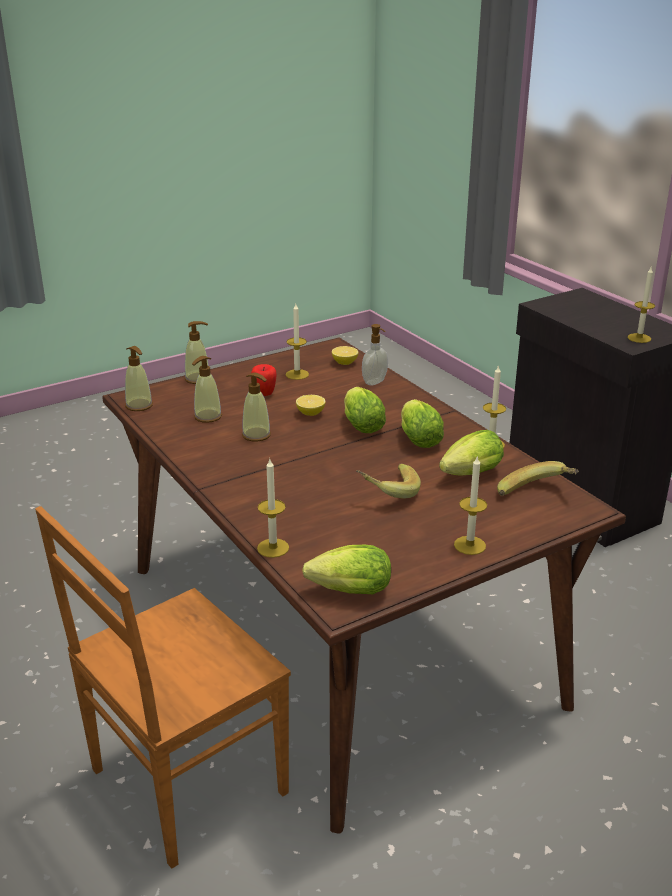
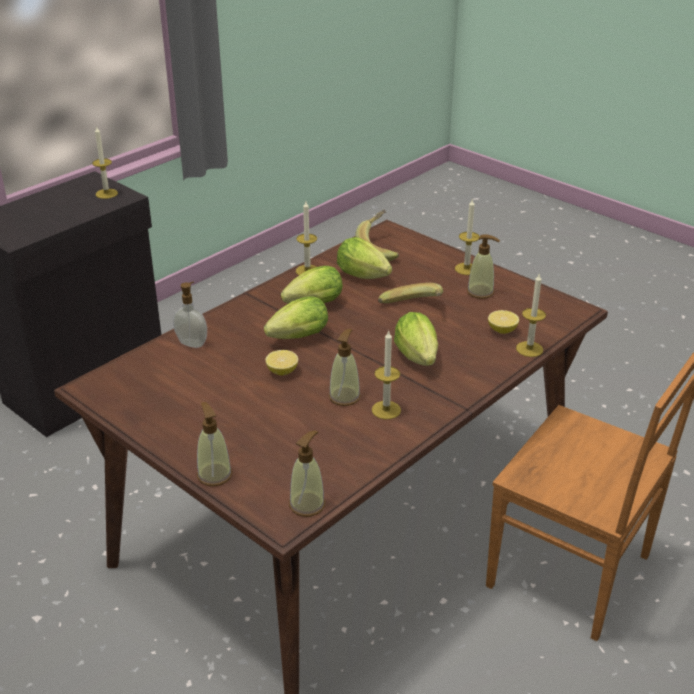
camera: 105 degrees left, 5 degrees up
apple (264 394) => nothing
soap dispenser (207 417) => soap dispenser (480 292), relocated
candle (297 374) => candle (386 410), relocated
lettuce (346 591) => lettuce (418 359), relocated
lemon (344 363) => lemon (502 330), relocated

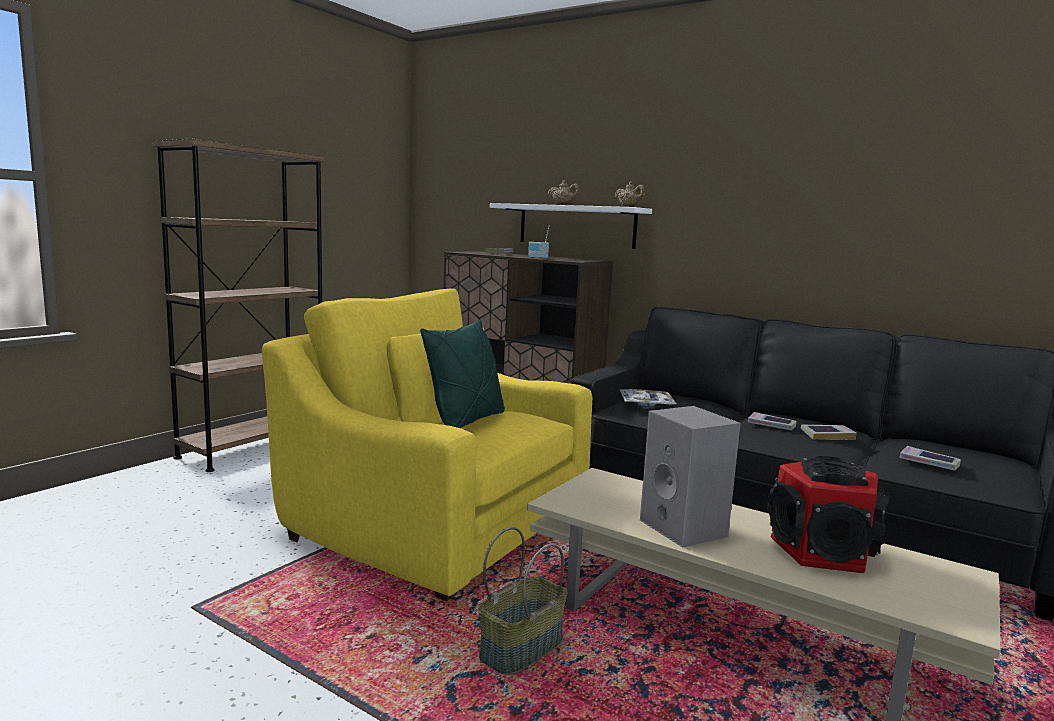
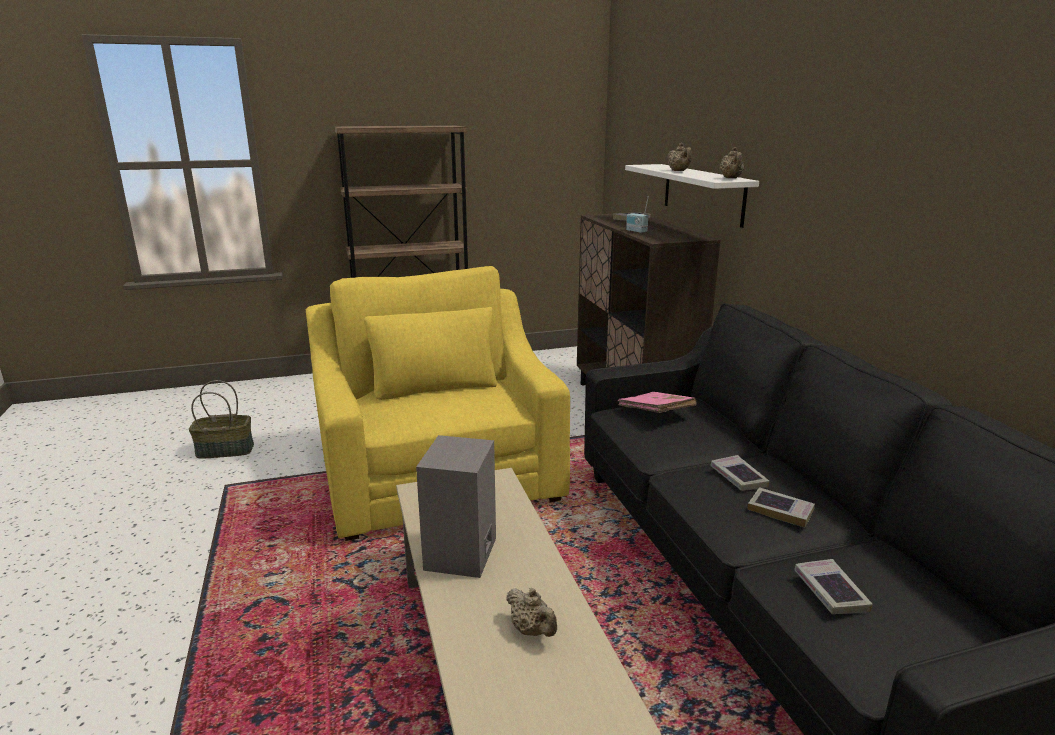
camera: 40 degrees right, 10 degrees up
green pillow (466 422) => nothing
basket (521 648) => basket (226 450), relocated
tray (646 403) => pink book (655 413)
speaker (822 551) => beige teapot (532 630)

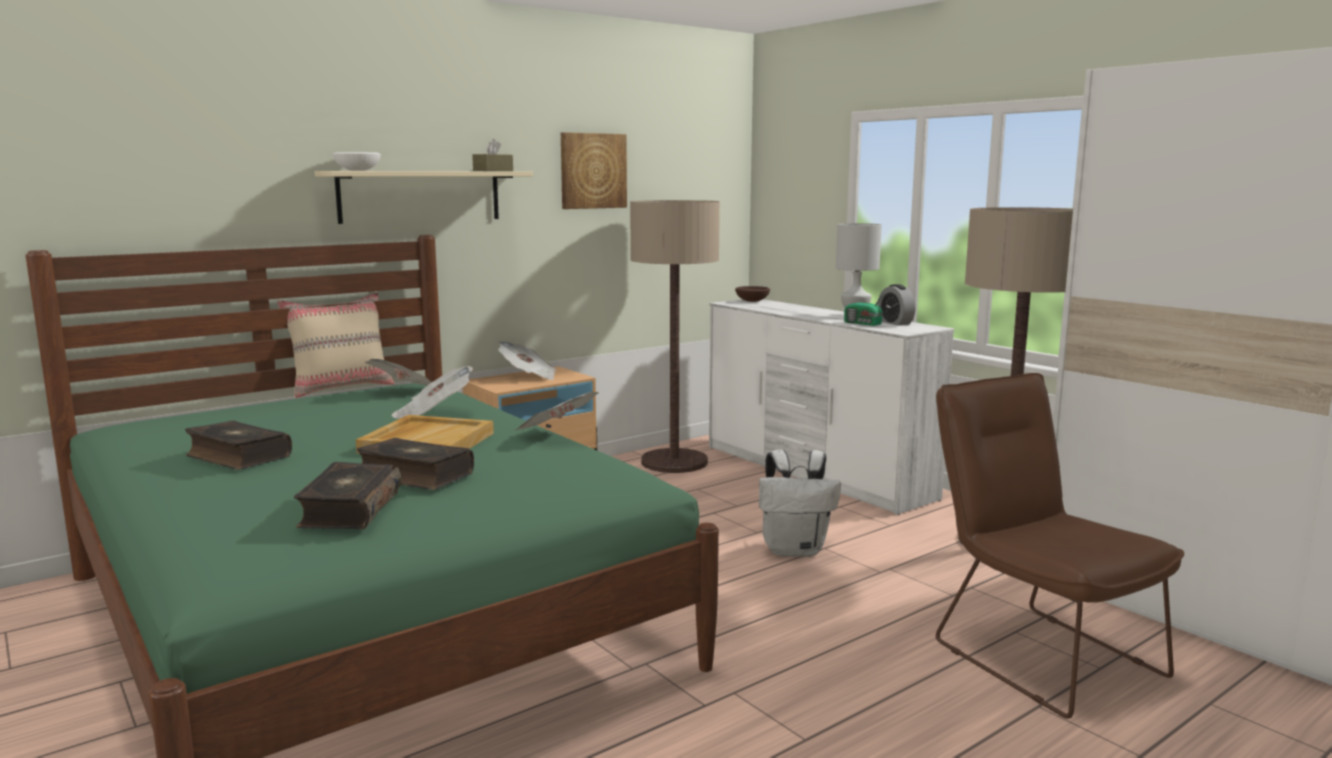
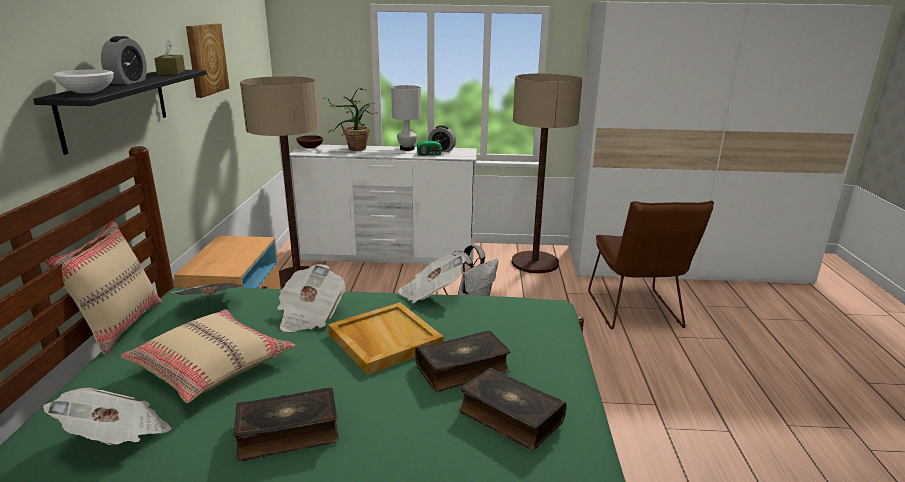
camera: 50 degrees left, 10 degrees up
nothing => alarm clock (128 82)
nothing => beige pillow (212 366)
nothing => potted plant (353 149)
newspaper (529 376) => newspaper (117 437), relocated
beige shelf (420 196) => black shelf (115 107)
brown chair (1035 652) => brown chair (636 313), 105 degrees counterclockwise

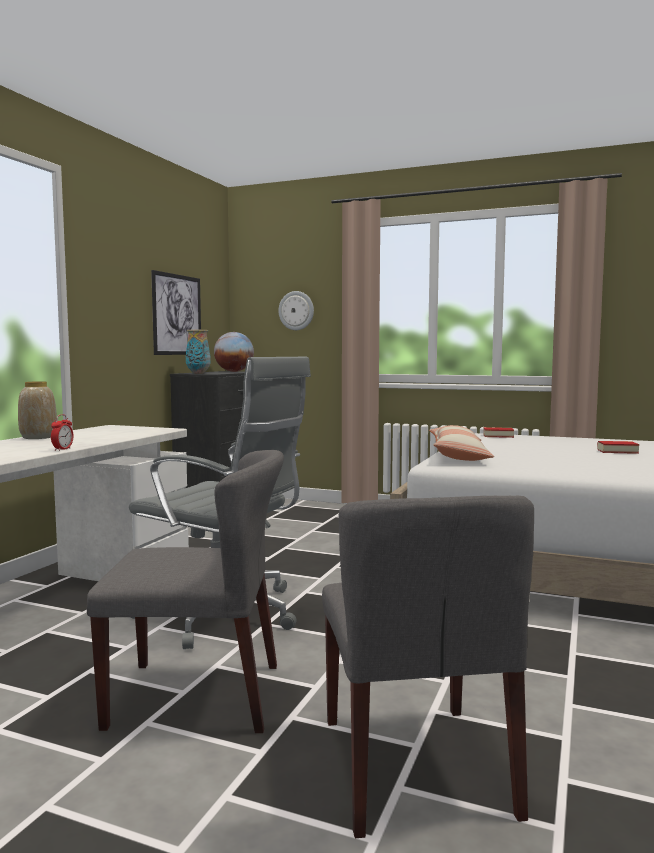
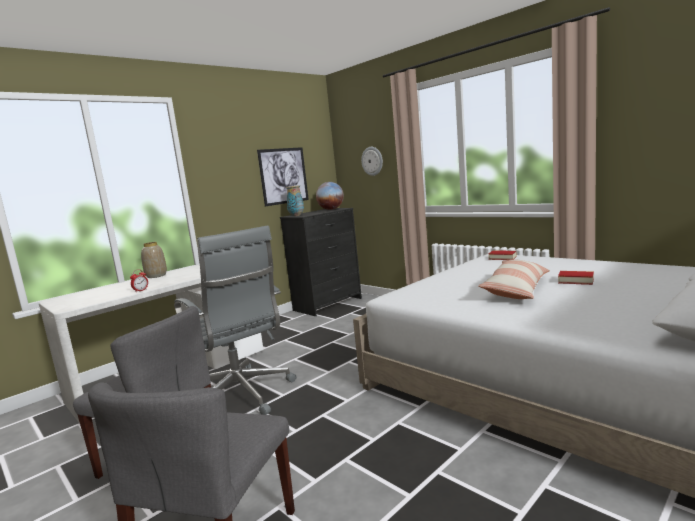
camera: 25 degrees right, 5 degrees up
pillow (458 456) => pillow (516 289), relocated

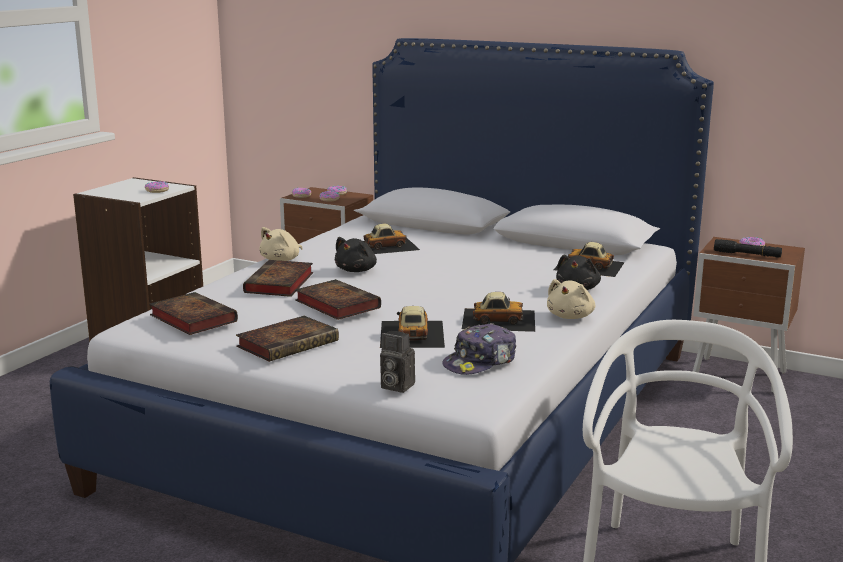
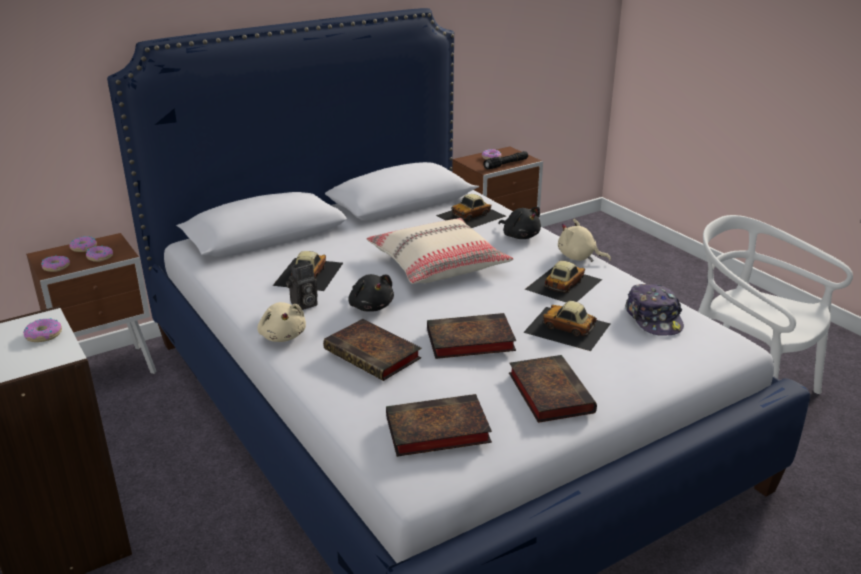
camera: 60 degrees left, 10 degrees up
nothing => beige pillow (438 264)
photo camera (395 386) => photo camera (303 305), relocated
beige plush toy (571 316) => beige plush toy (578 257), 150 degrees clockwise

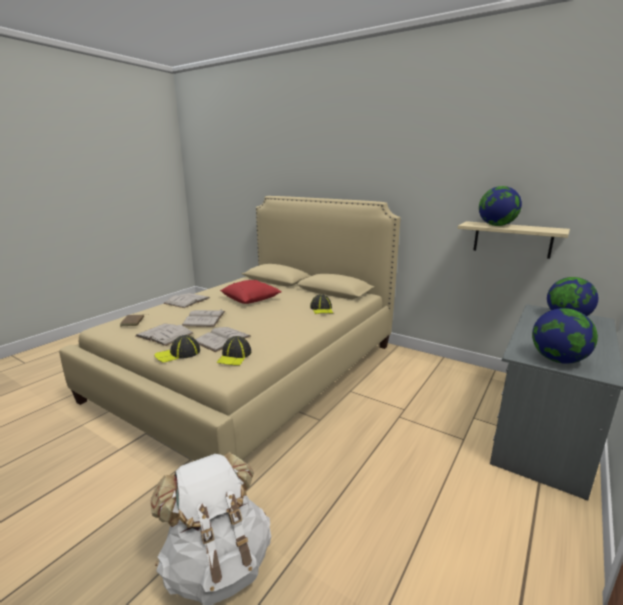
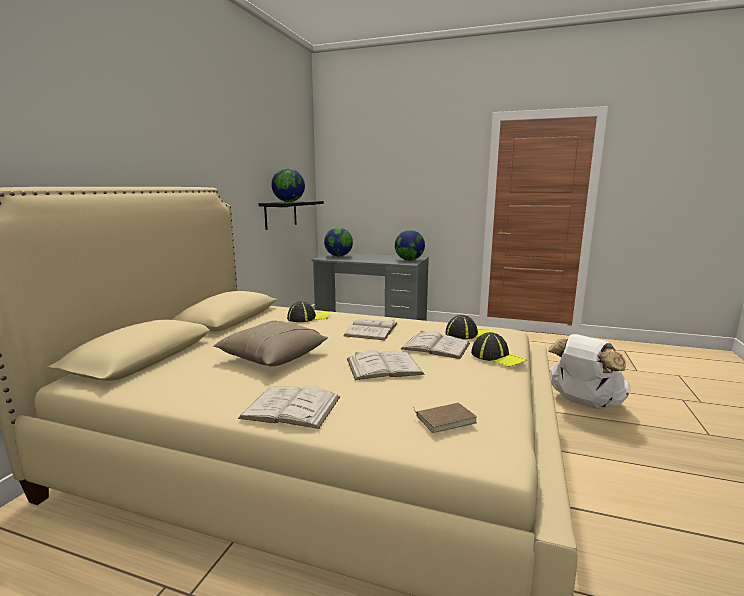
camera: 105 degrees left, 5 degrees down
white book (164 334) => white book (371 329), relocated
red pillow (251 299) => beige pillow (272 356)
beige shelf (512 239) => black shelf (281 214)

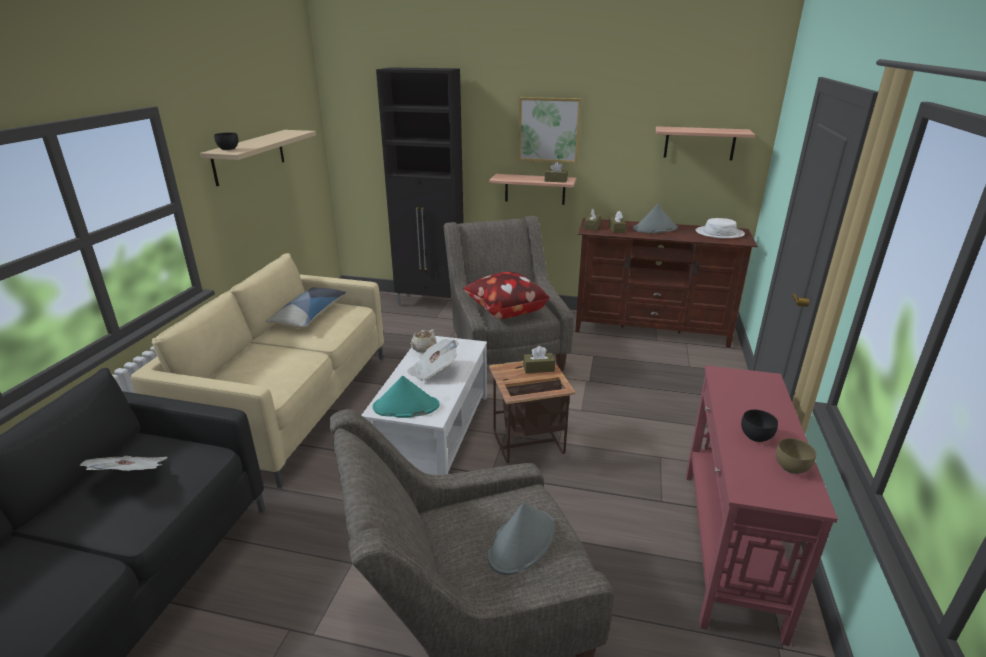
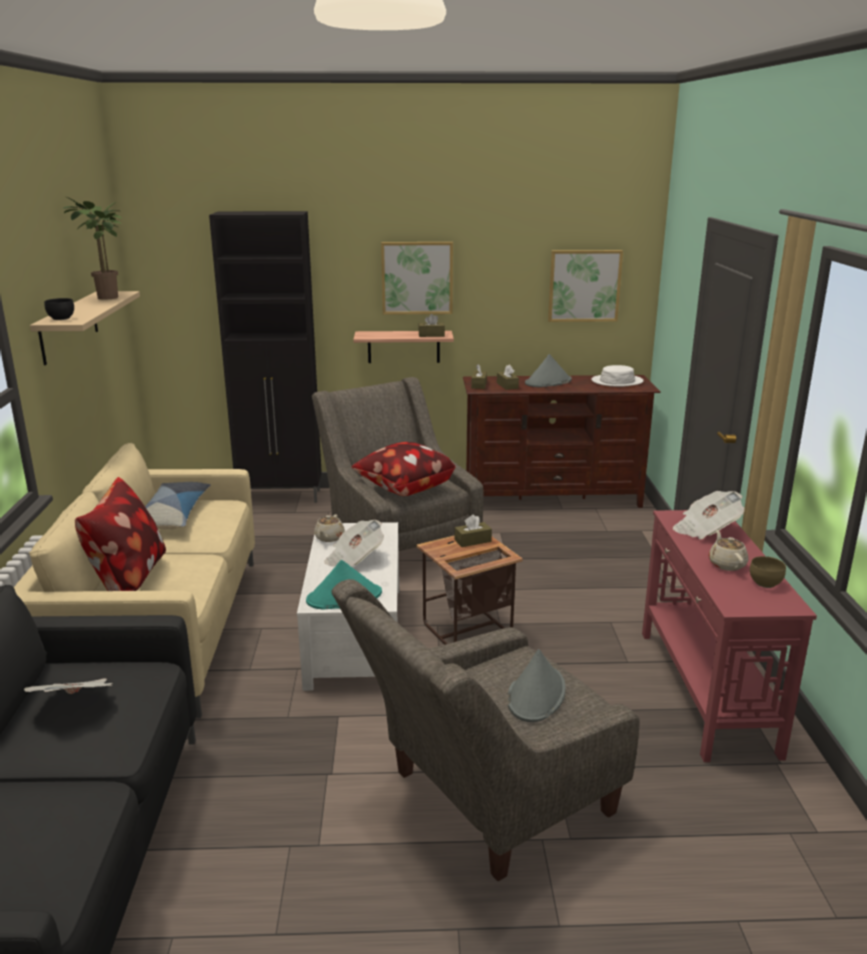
camera: 15 degrees left, 5 degrees down
nothing => potted plant (107 298)
nothing => pillow (127 578)
nothing => newspaper (705 530)
shelf (699 143) => picture (584 285)
black bowl (757 437) => beige teapot (726 564)

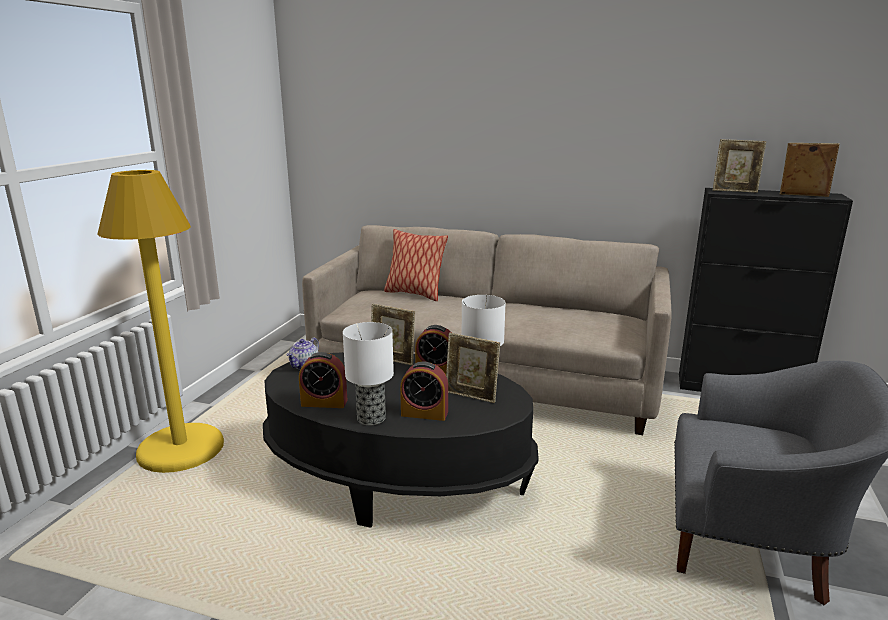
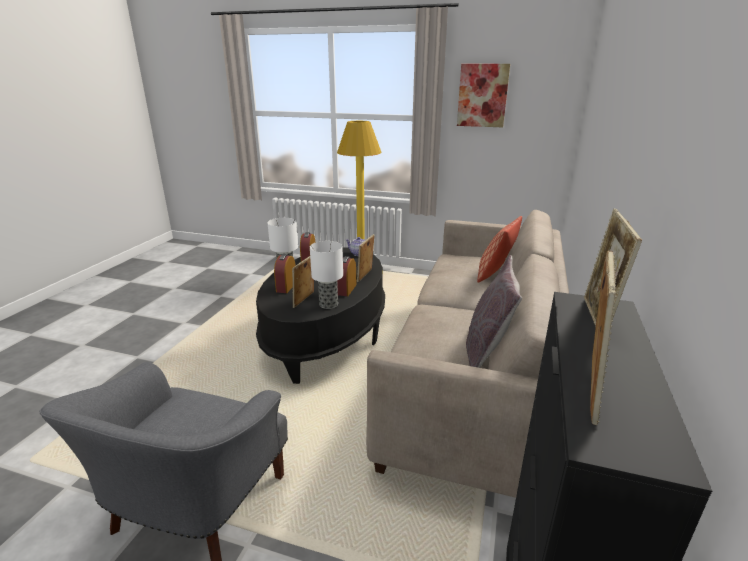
camera: 90 degrees right, 5 degrees up
nothing => picture (482 95)
nothing => grey pillow (486 354)

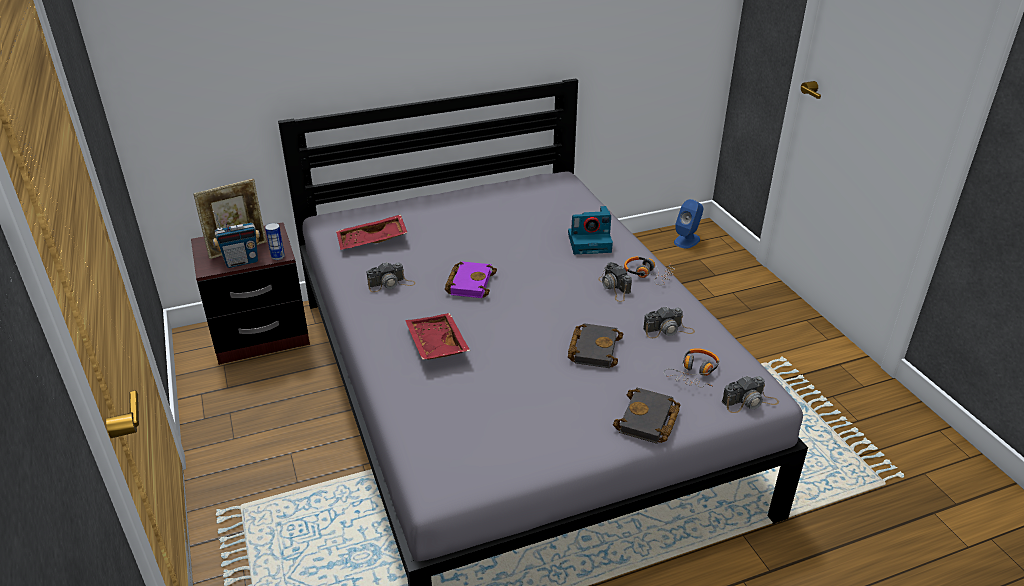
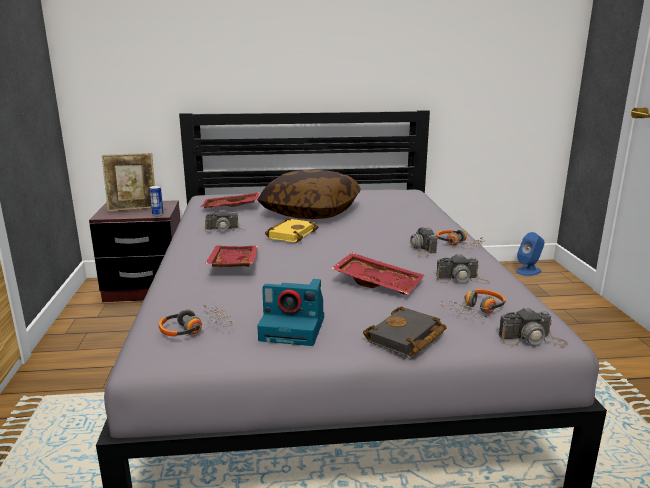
camera: 15 degrees right, 15 degrees down
radio (241 261) => nothing
nothing => headphones (195 328)
nothing => pillow (311 212)
photo camera (590 242) => photo camera (294 328), relocated
black book (593 348) => red tray (378 283)
purple book (469 283) => yellow book (291 234)

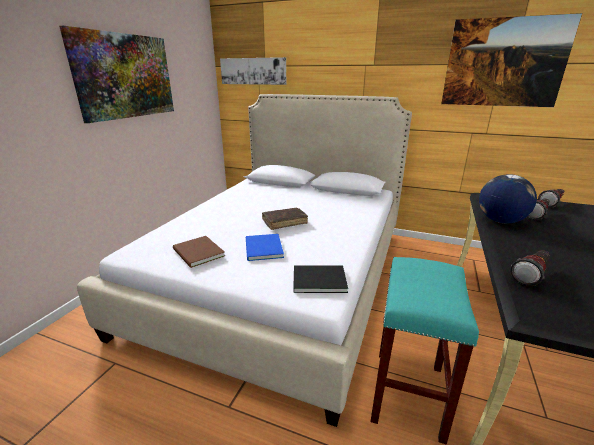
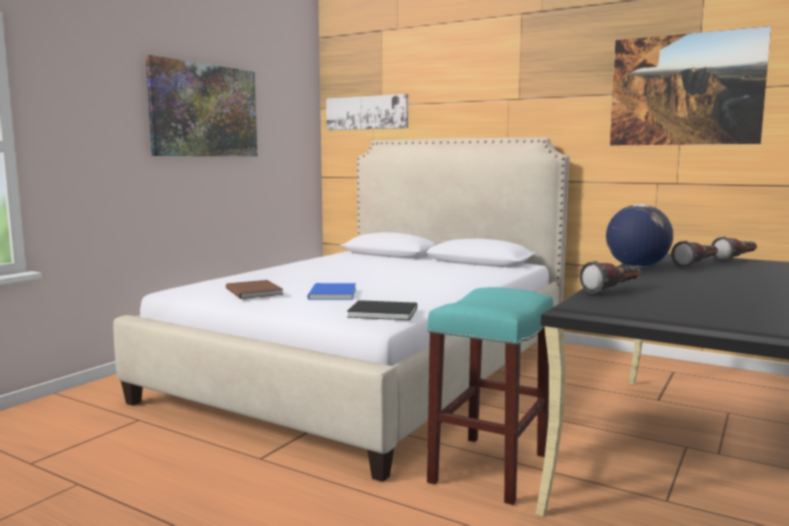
camera: 10 degrees right, 15 degrees down
brown book (284 222) => nothing

